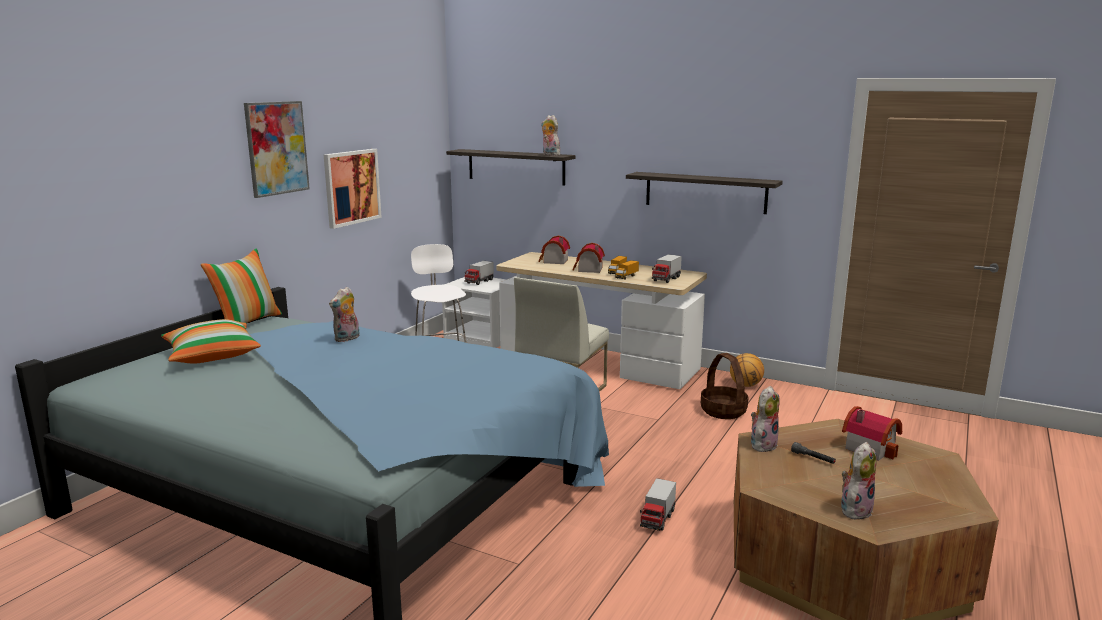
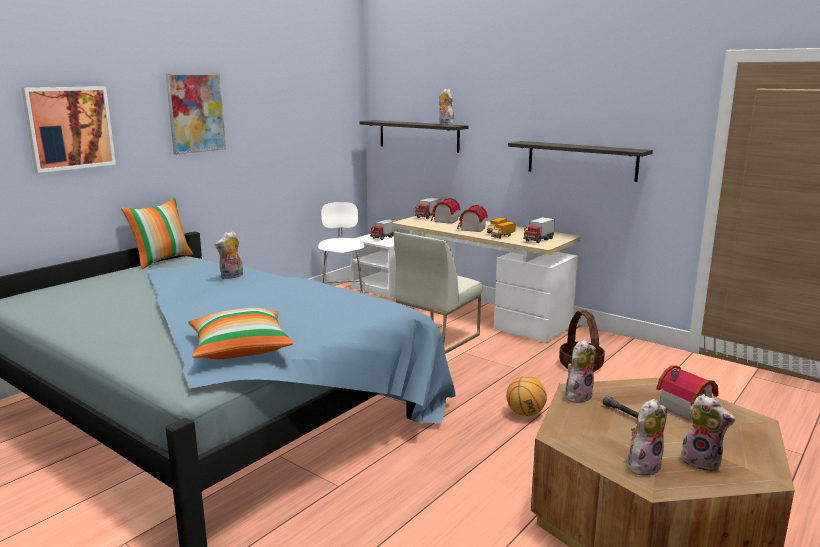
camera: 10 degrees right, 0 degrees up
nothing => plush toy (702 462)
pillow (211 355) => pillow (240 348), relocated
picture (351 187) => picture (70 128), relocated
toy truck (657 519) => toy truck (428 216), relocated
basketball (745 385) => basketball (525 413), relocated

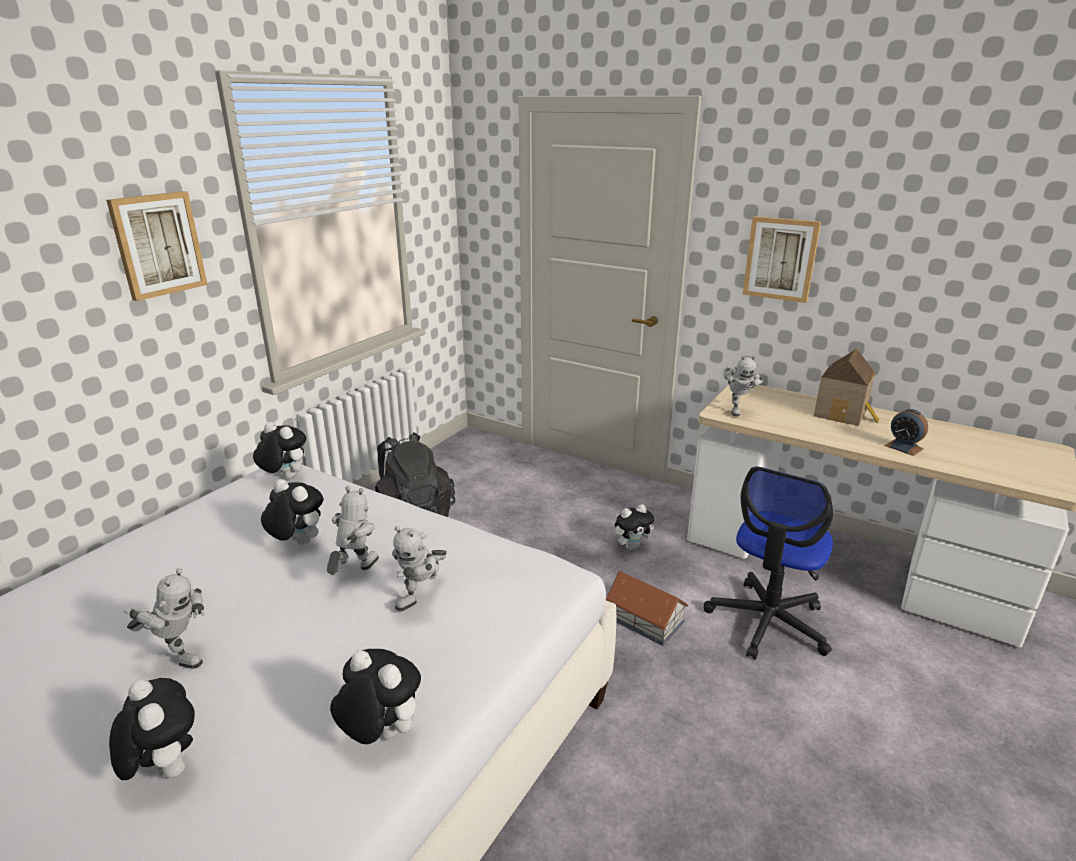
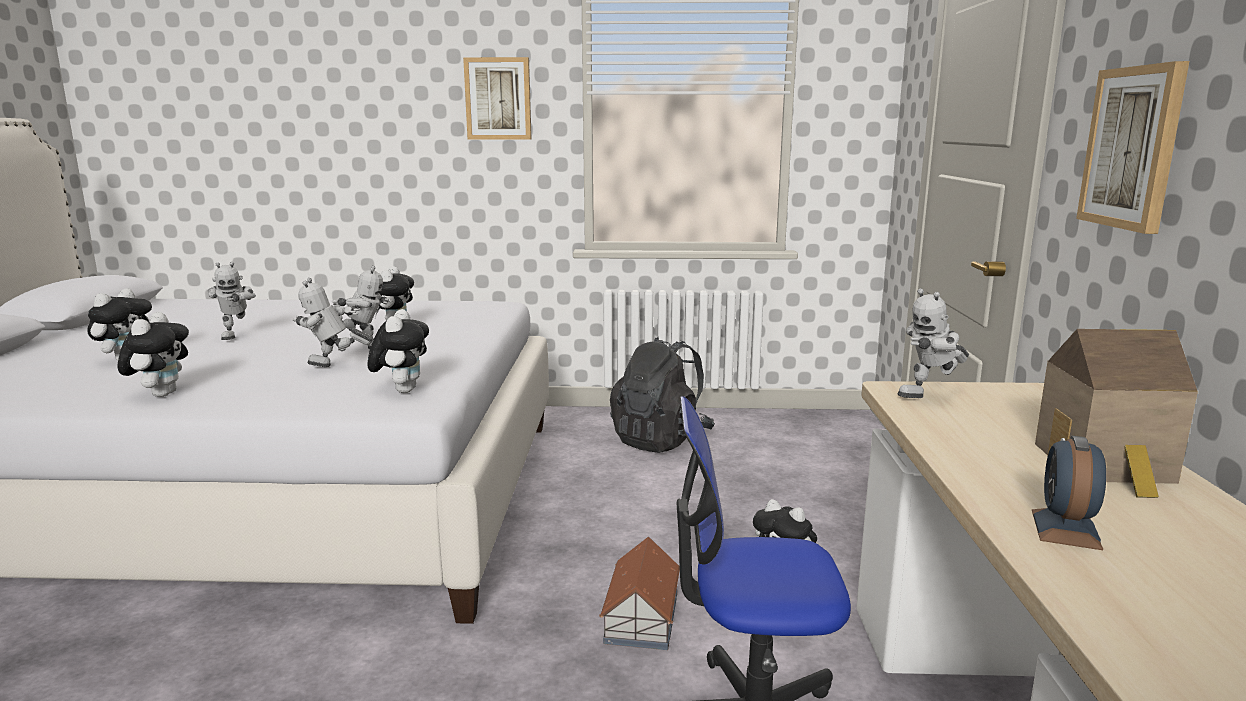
camera: 60 degrees right, 10 degrees down
plush toy (284 477) => plush toy (402 390), relocated

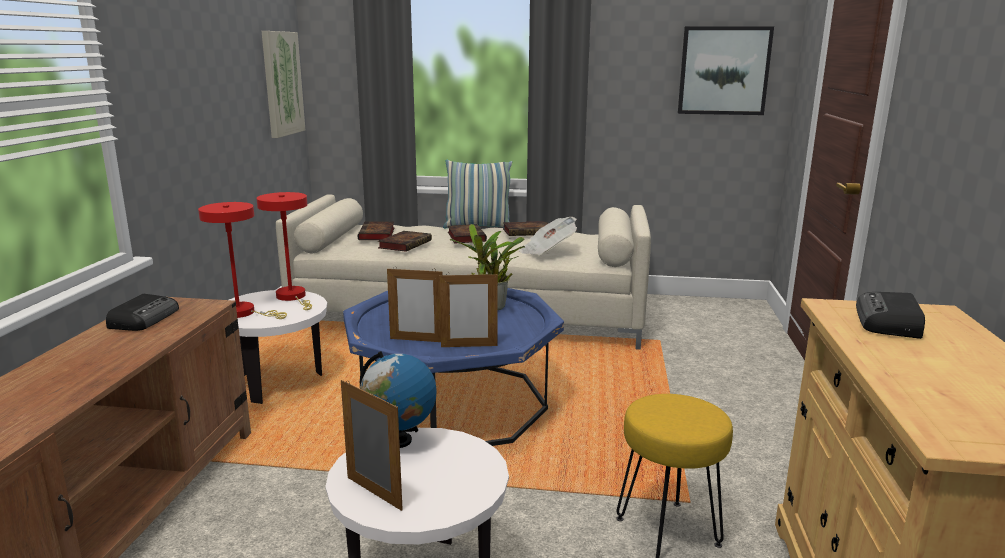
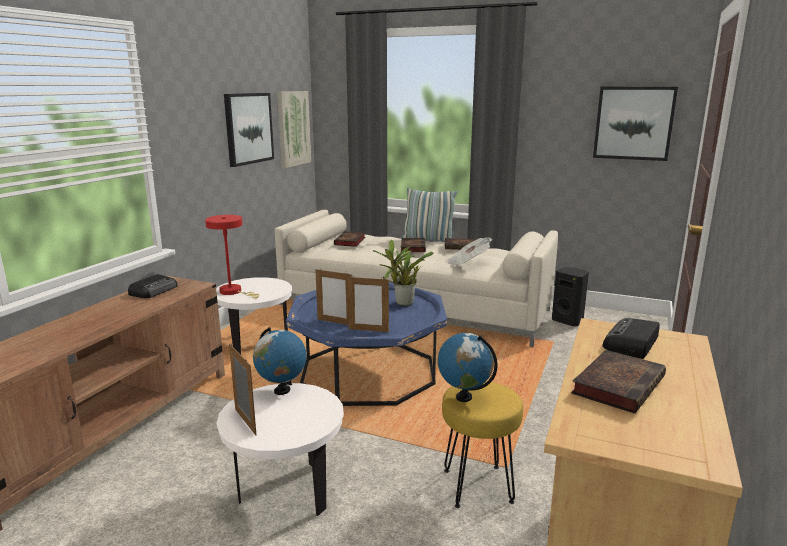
camera: 15 degrees right, 0 degrees up
red table lamp (293 297) => nothing
nothing => picture (248 128)
nothing => globe (464 397)
nothing => black speaker (568 321)
book (405 244) => book (618 385), relocated

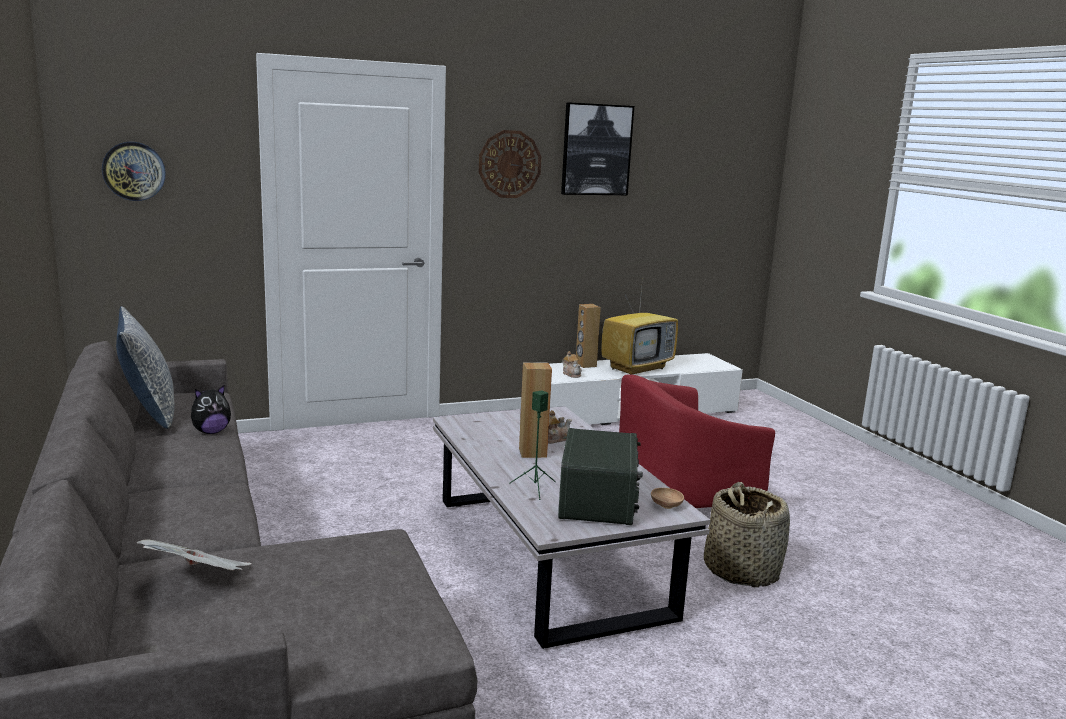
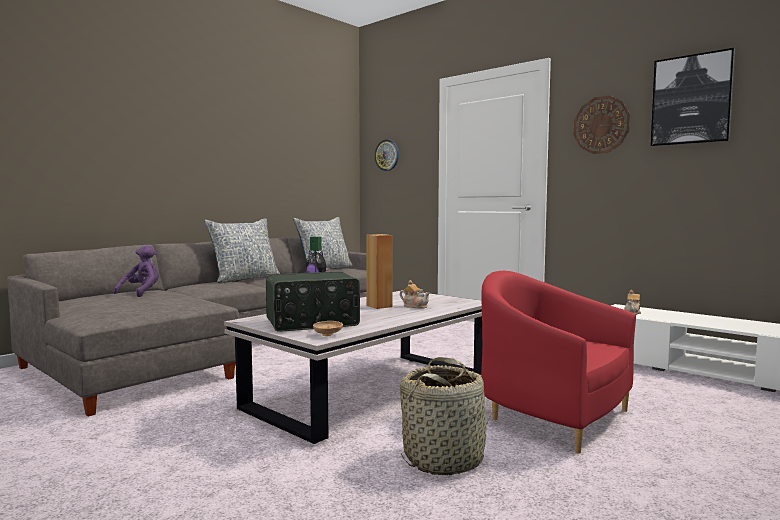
camera: 65 degrees right, 10 degrees down
brown speaker (585 365) => nothing
television (637 368) => nothing
nothing => pillow (244 279)
newspaper (199 580) => purple plush toy (141 293)

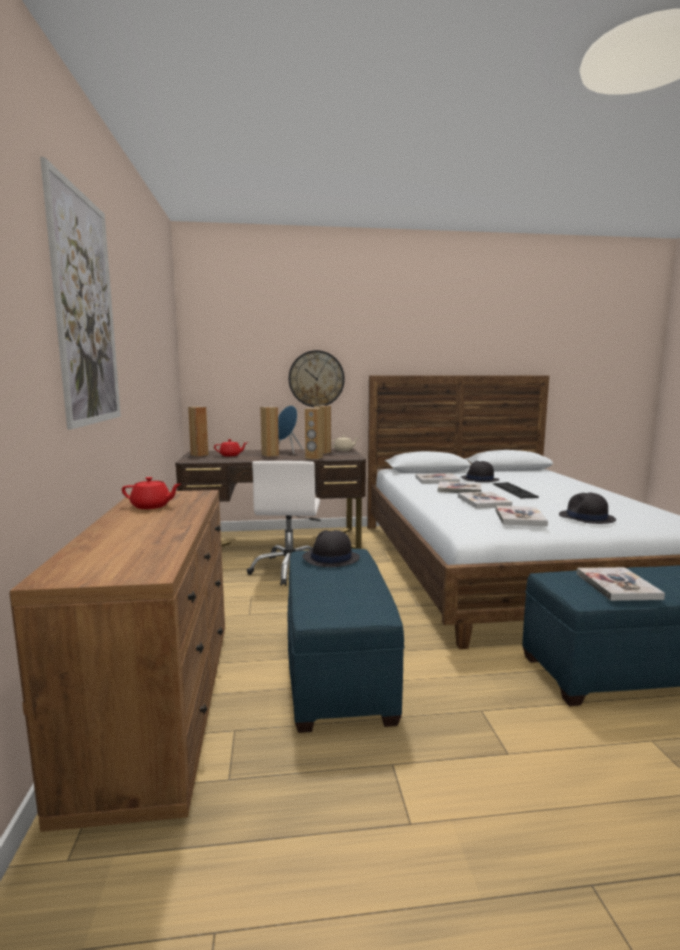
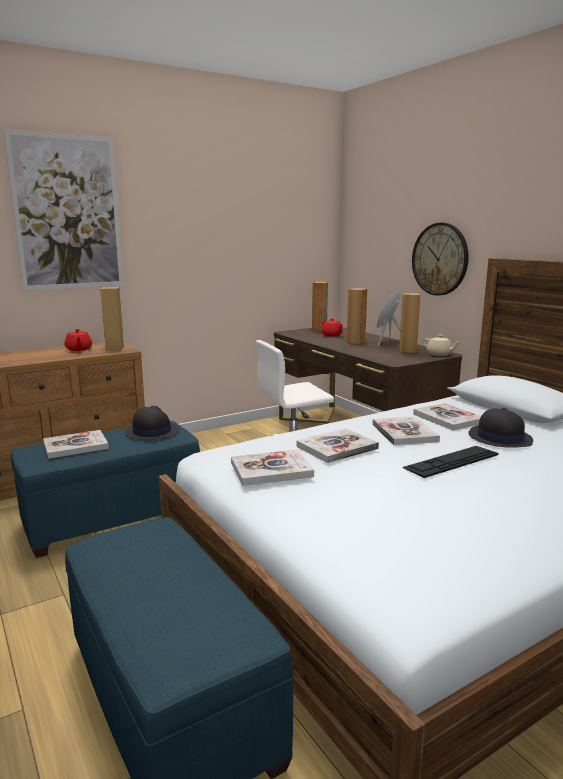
camera: 65 degrees right, 5 degrees up
black hat (586 518) => nothing
brown speaker (314 458) => brown speaker (114 348), relocated
book (617 586) => book (75 446), relocated

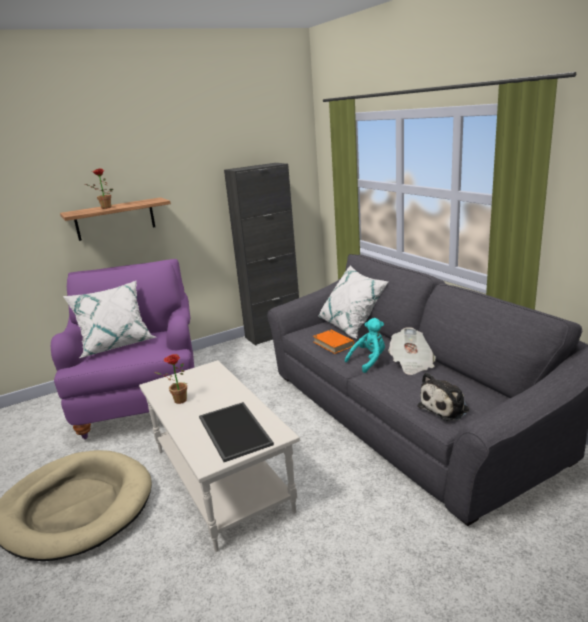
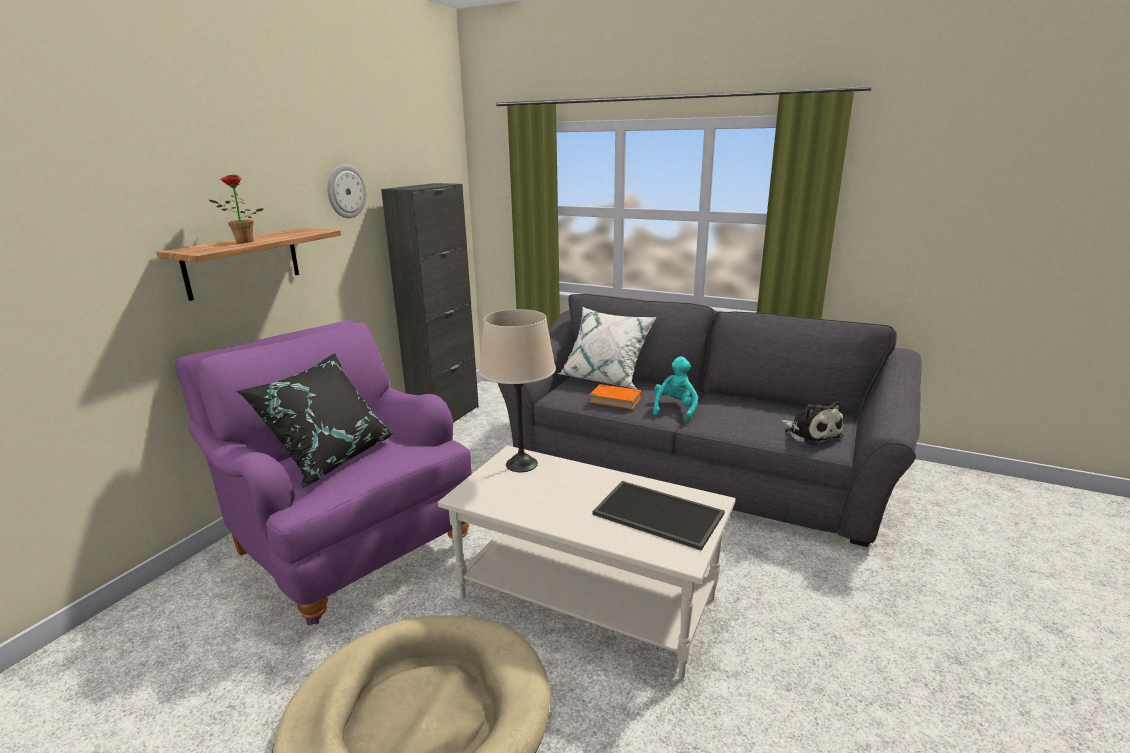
camera: 35 degrees left, 0 degrees up
potted plant (177 401) => nothing
newspaper (412 363) => nothing
nothing => wall clock (346 191)
nothing => beige table lamp (521 464)
white pillow (116 344) => black pillow (330 458)
plush toy (446 407) => plush toy (810 433), 45 degrees counterclockwise

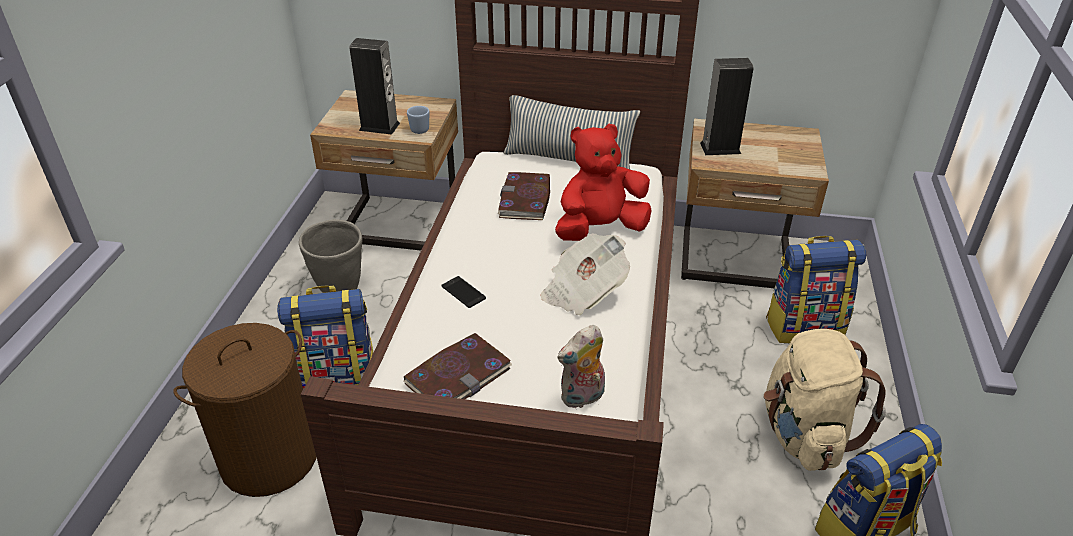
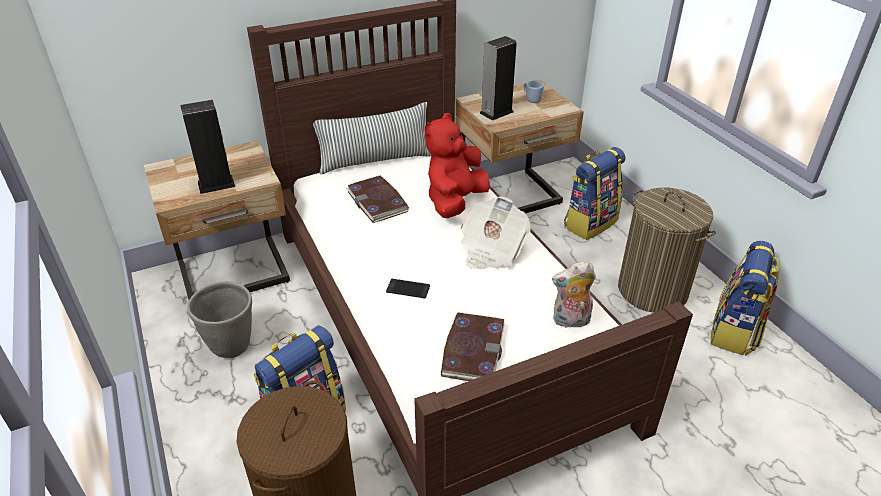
camera: 35 degrees left, 0 degrees up
blue mug (420 128) => blue mug (531 99), relocated
beige backpack (804 434) => laundry basket (652 290)
plush toy (582 398) => plush toy (570 321), 60 degrees clockwise

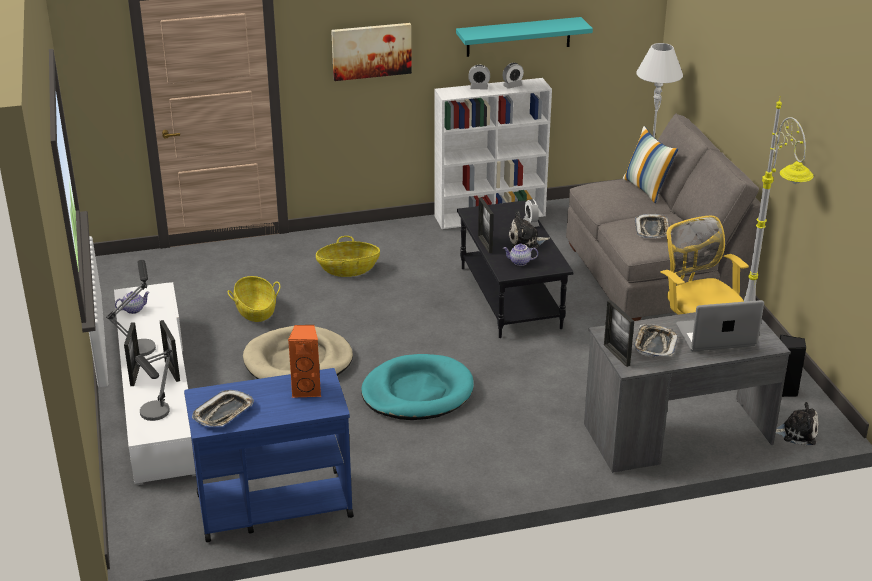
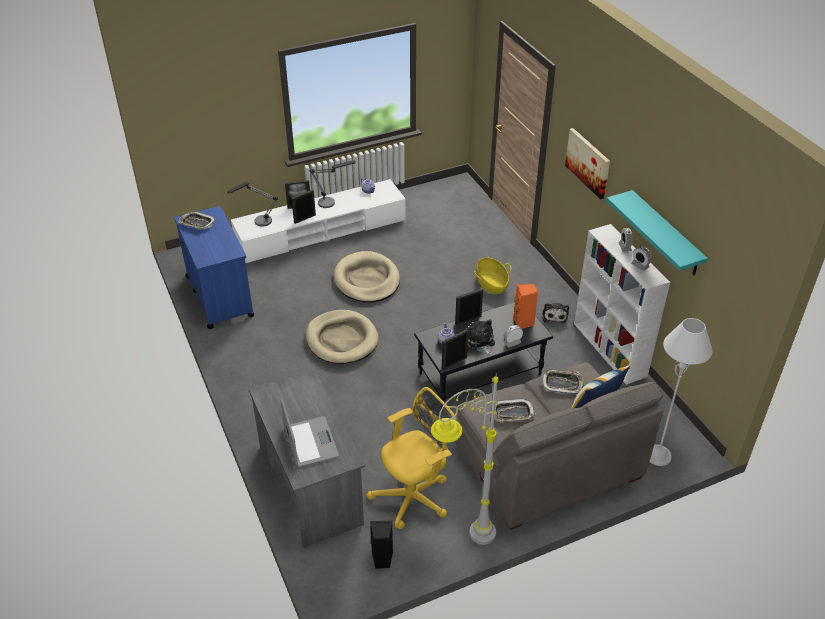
camera: 80 degrees right, 10 degrees up
basket (256 311) => nothing
orange speaker (307 390) => orange speaker (524 322), relocated
picture frame (616 355) => picture frame (454 363), relocated
tray (654 345) => tray (562 383), relocated
plush toy (796 433) => plush toy (554 315), relocated
turquoise dog bed (417 392) => beige dog bed (342 339)

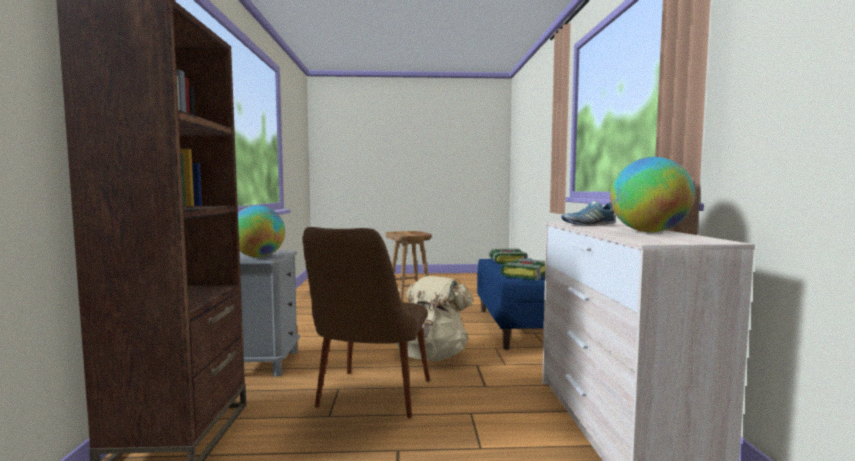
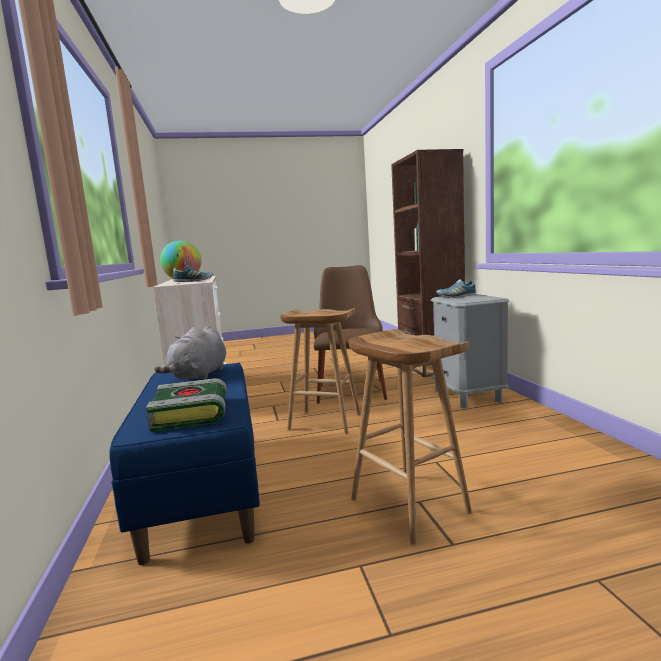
camera: 170 degrees right, 5 degrees up
globe (258 257) => shoe (456 296)
beige backpack (431 356) => brown stool (323 422)
book (525 275) => grey plush toy (199 376)

